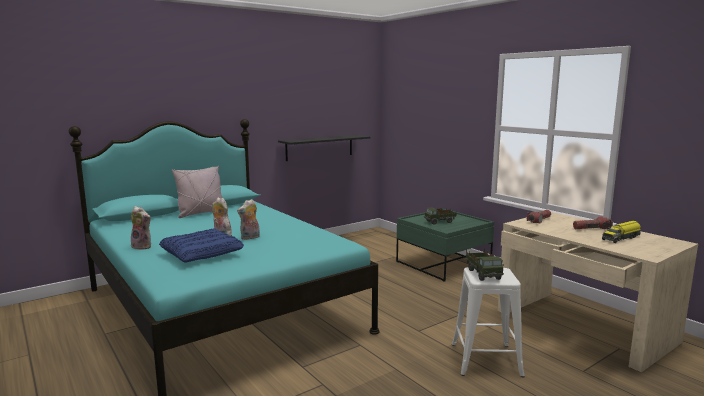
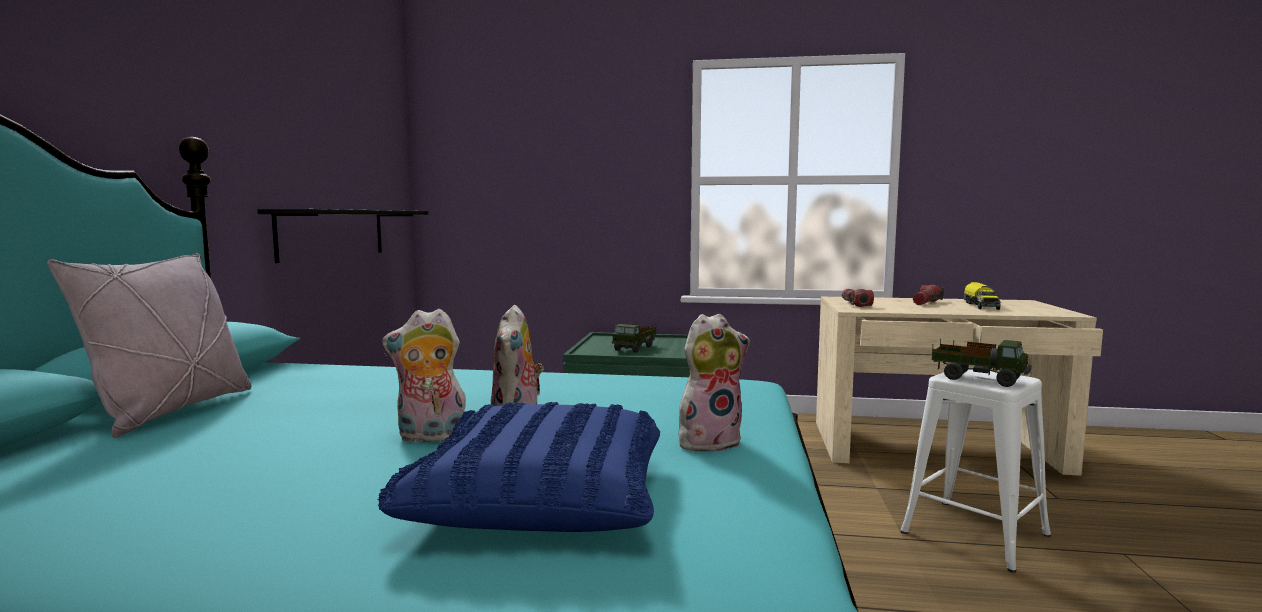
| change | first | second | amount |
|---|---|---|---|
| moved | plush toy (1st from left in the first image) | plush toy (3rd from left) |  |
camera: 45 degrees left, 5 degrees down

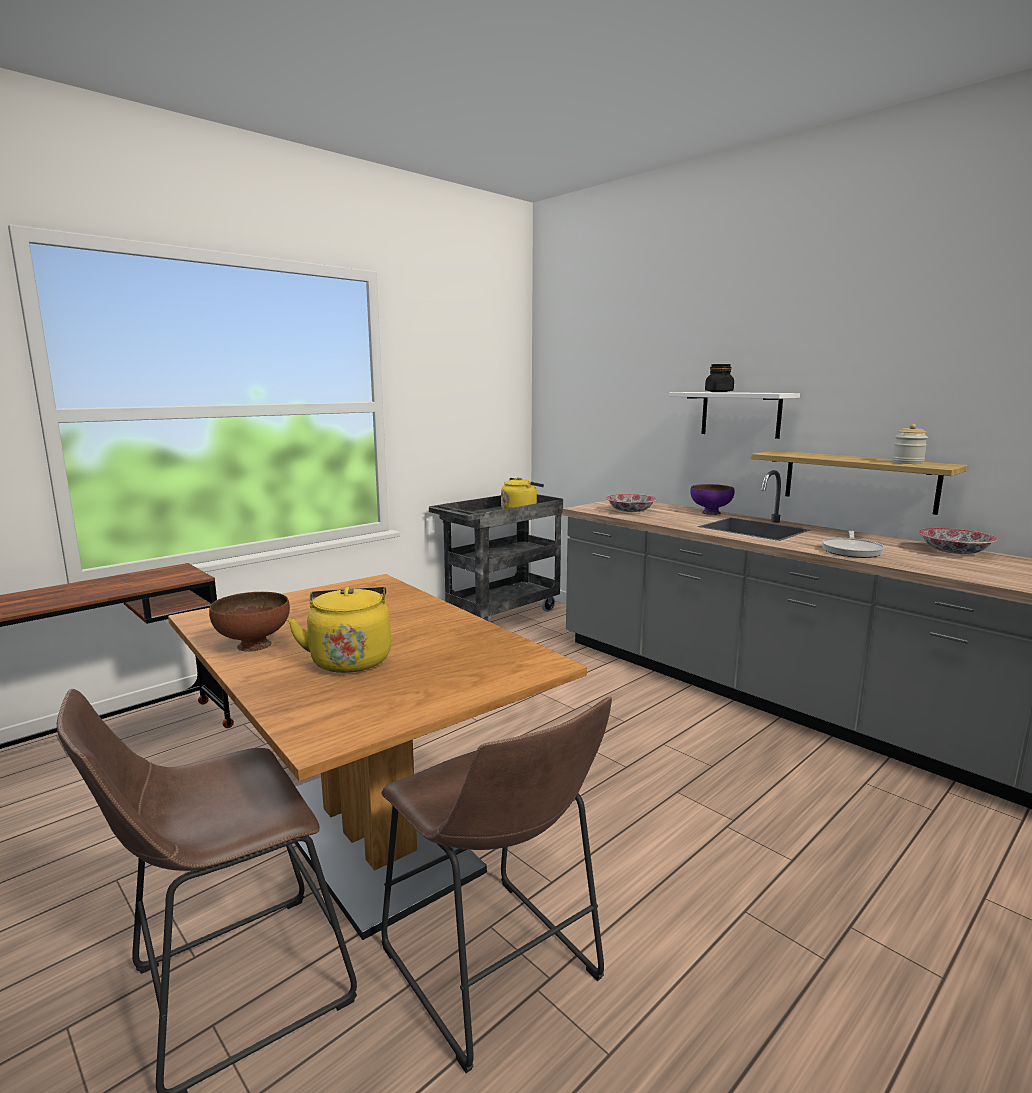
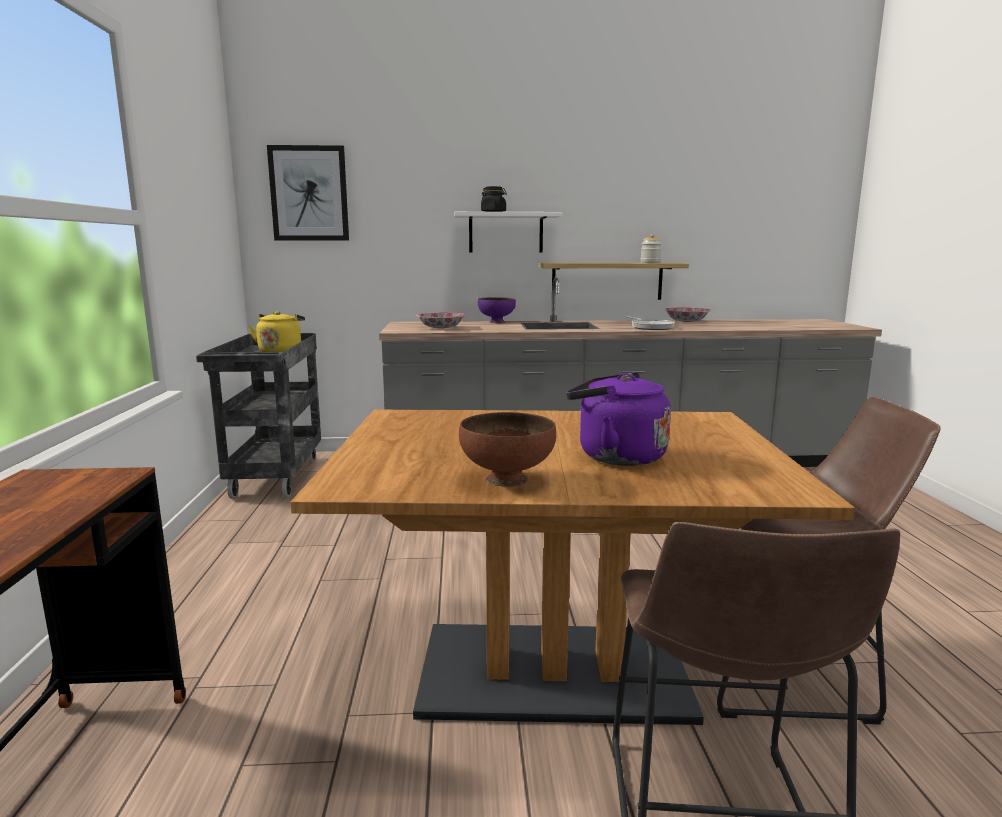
| change | first | second | amount |
|---|---|---|---|
| added |  | picture |  |
| recoloured | yellow kettle (1st from left) | purple kettle |  |
camera: 50 degrees left, 0 degrees up

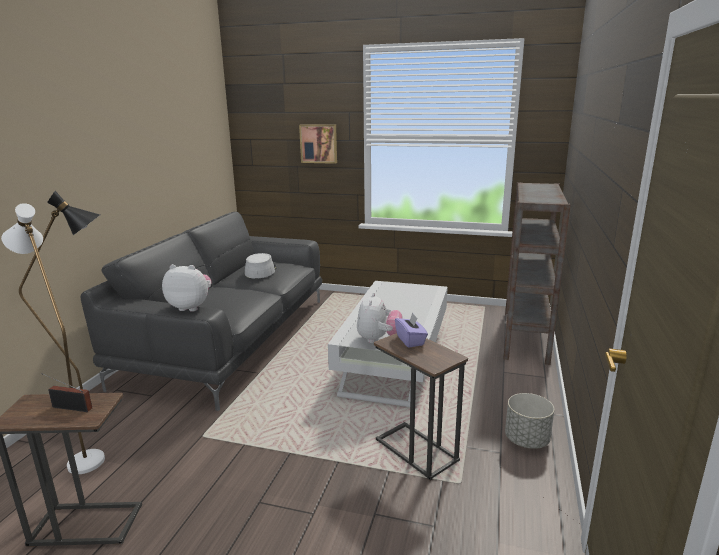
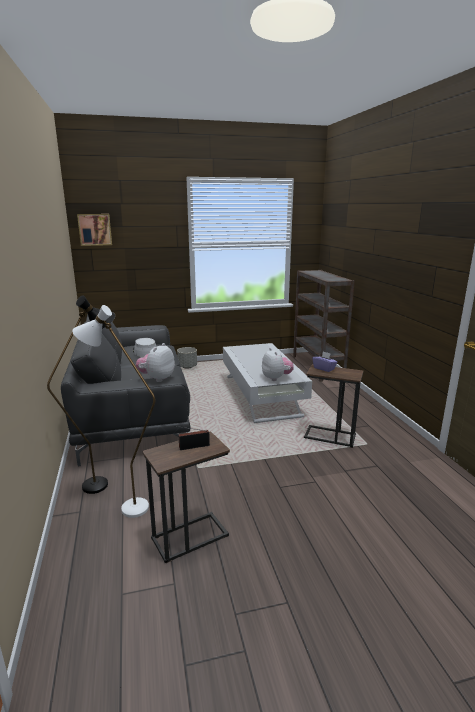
| change | first | second | amount |
|---|---|---|---|
| moved | picture |  |  |
| turned | plush toy (1st from left) |  | 45 degrees counterclockwise |
| moved | grey planter |  |  |
camera: 30 degrees left, 0 degrees up

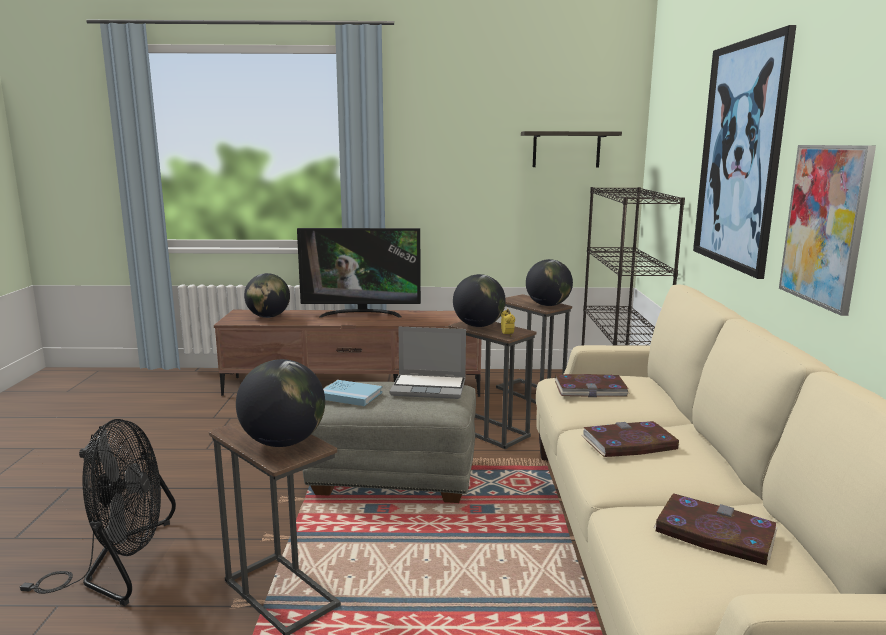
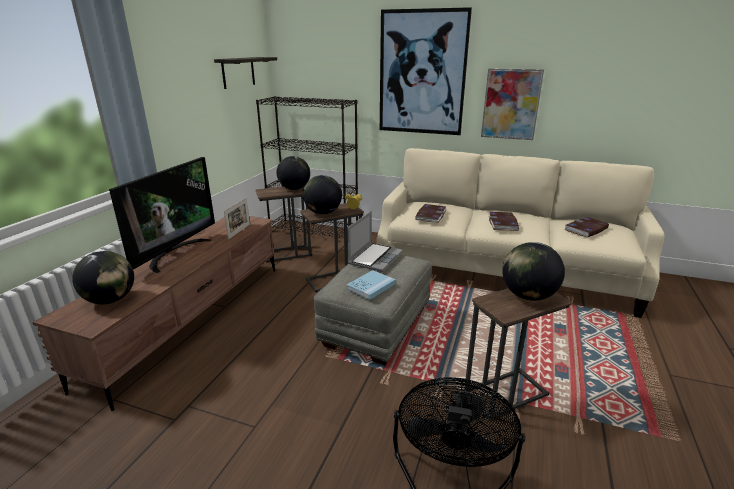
| change | first | second | amount |
|---|---|---|---|
| added |  | picture frame |  |
camera: 70 degrees left, 10 degrees up

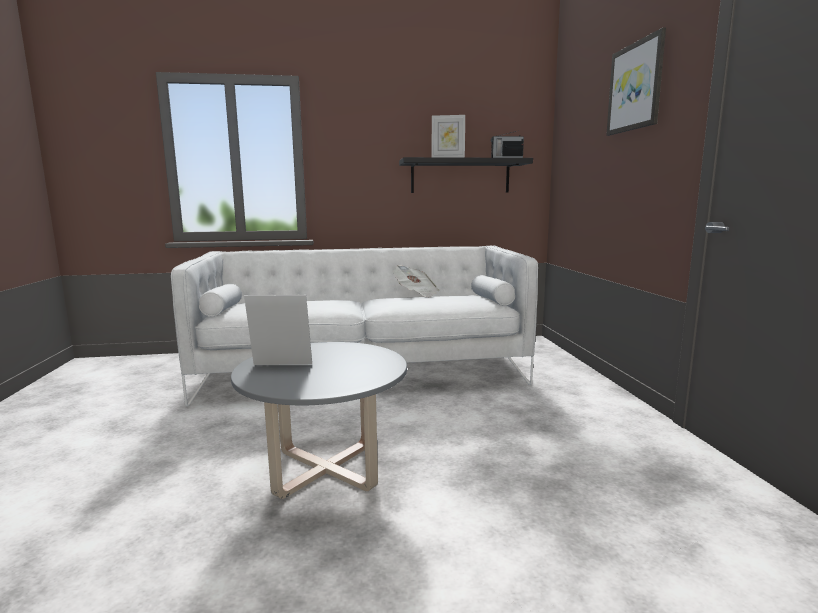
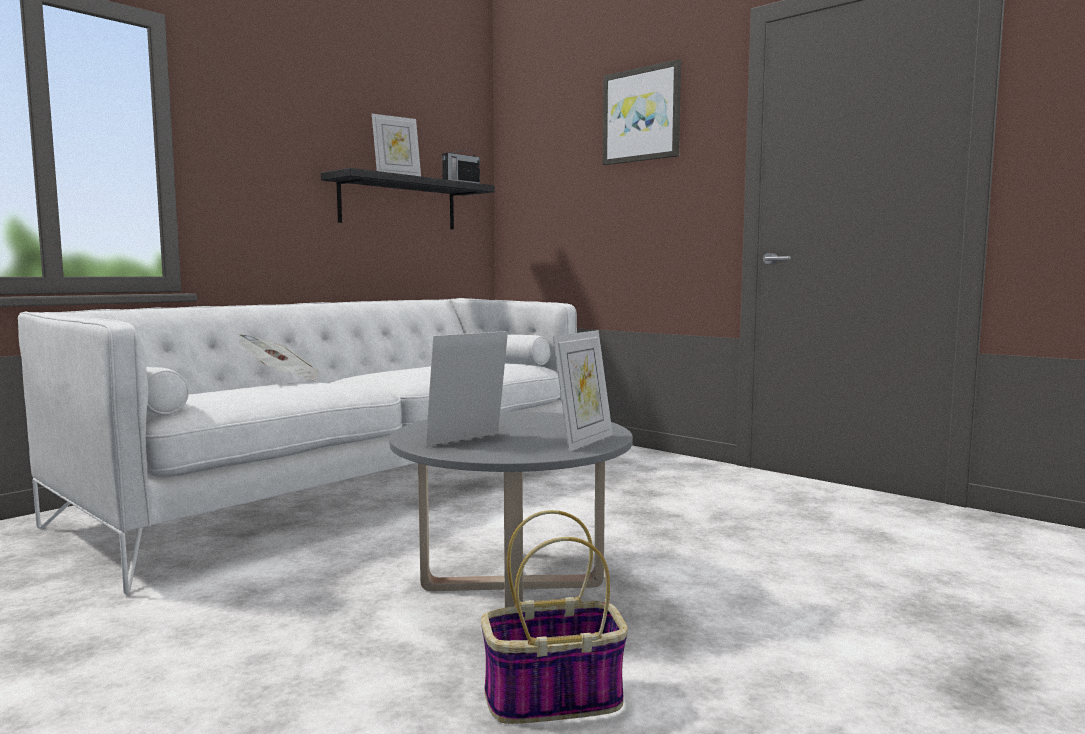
| change | first | second | amount |
|---|---|---|---|
| moved | newspaper |  |  |
| added |  | basket |  |
| added |  | picture frame (3rd from left) |  |
camera: 40 degrees left, 5 degrees down

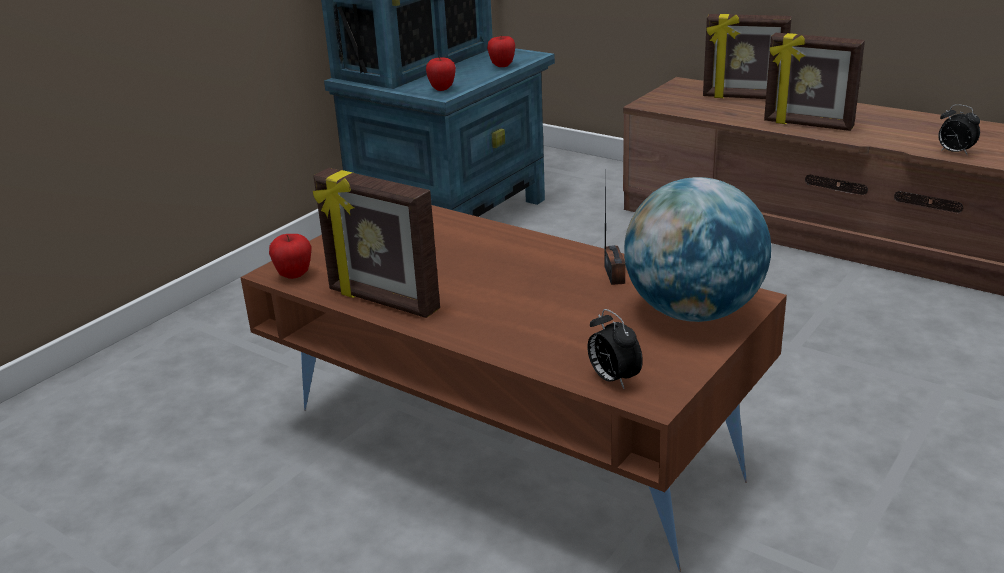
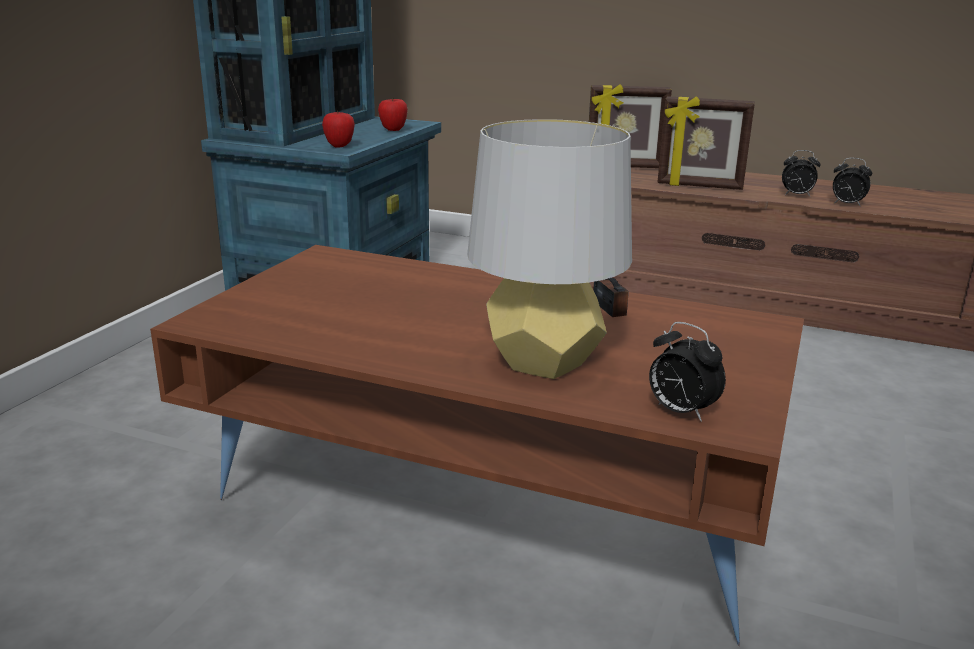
| change | first | second | amount |
|---|---|---|---|
| added |  | grey table lamp |  |
| added |  | alarm clock (2nd from left) |  |
| removed | apple (1st from left) |  |  |
| removed | picture frame (1st from left) |  |  |
| removed | globe |  |  |
camera: 15 degrees left, 5 degrees down

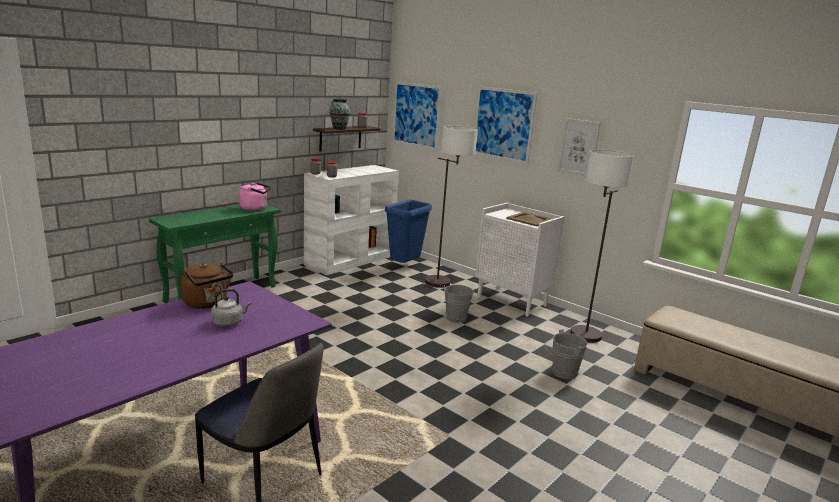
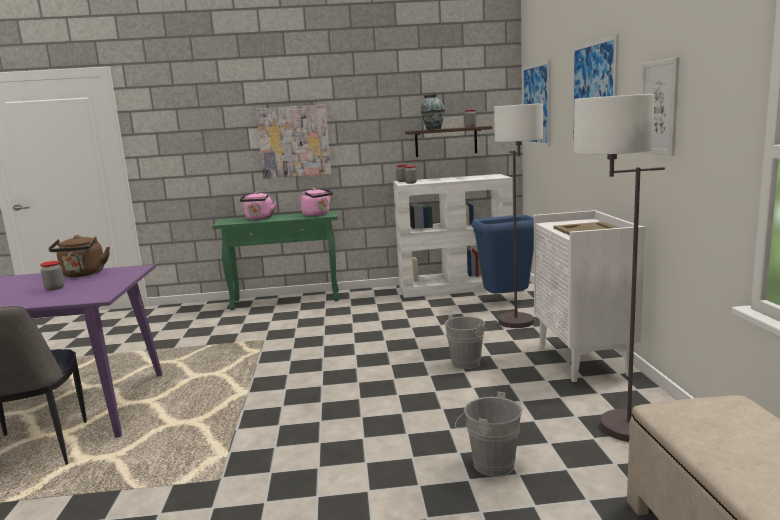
| change | first | second | amount |
|---|---|---|---|
| replaced | grey kettle | jar (1st from left) |  |
| added |  | pink kettle (1st from left) |  |
| added |  | picture (1st from left) |  |
camera: 45 degrees right, 5 degrees down

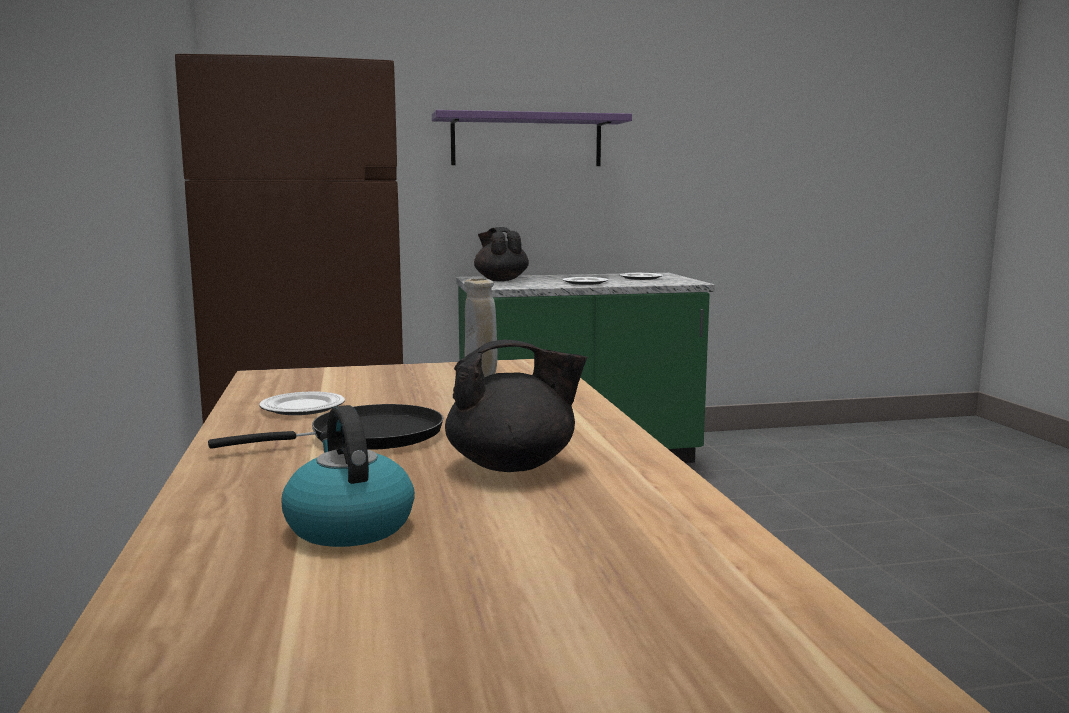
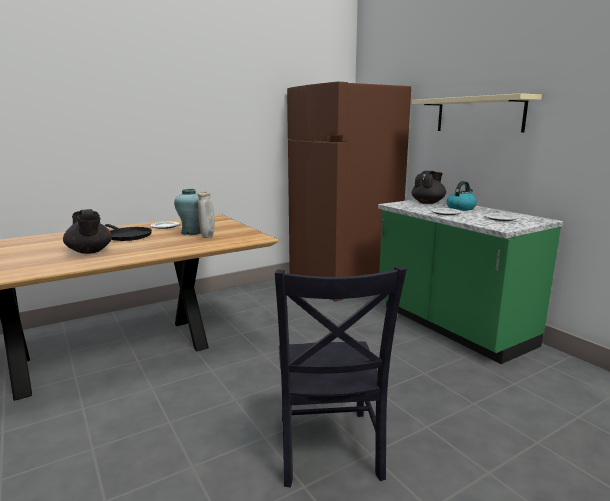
| change | first | second | amount |
|---|---|---|---|
| added |  | turquoise vase |  |
| added |  | black chair |  |
| recoloured | purple shelf | beige shelf |  |
| moved | kettle |  |  |
camera: 70 degrees right, 5 degrees up

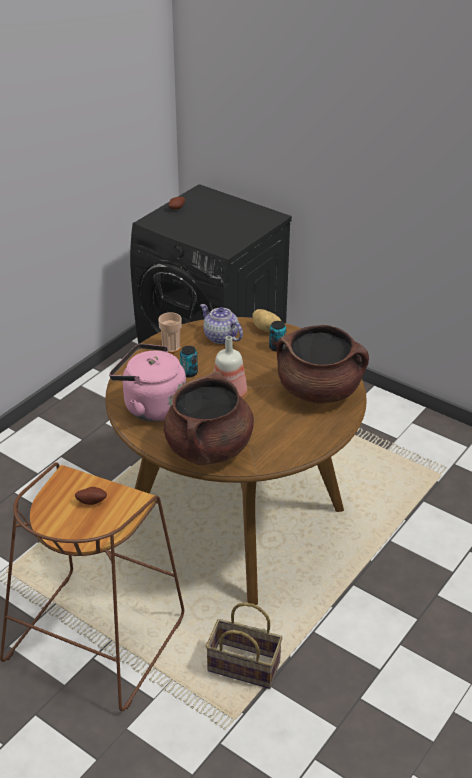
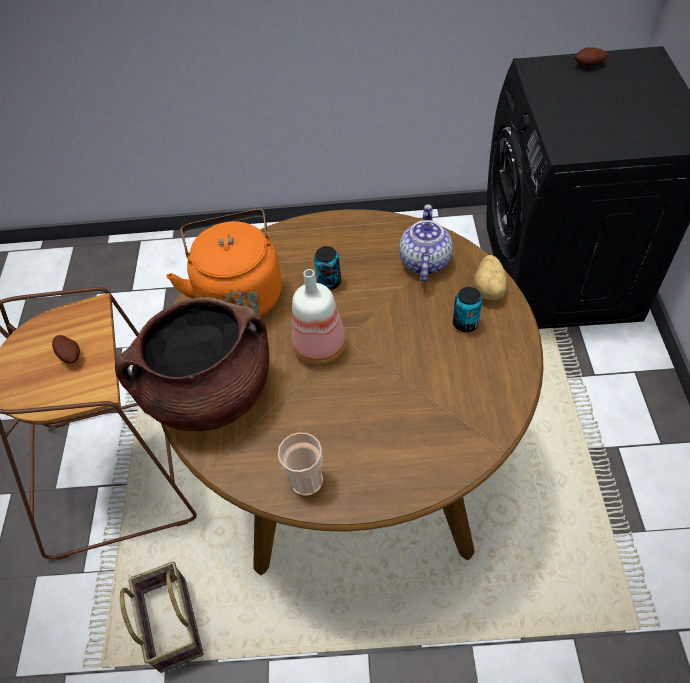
| change | first | second | amount |
|---|---|---|---|
| recoloured | pink kettle | orange kettle |  |
| moved | cup |  |  |
| removed | brown cooking pot (2nd from left) |  |  |
camera: 55 degrees right, 15 degrees up

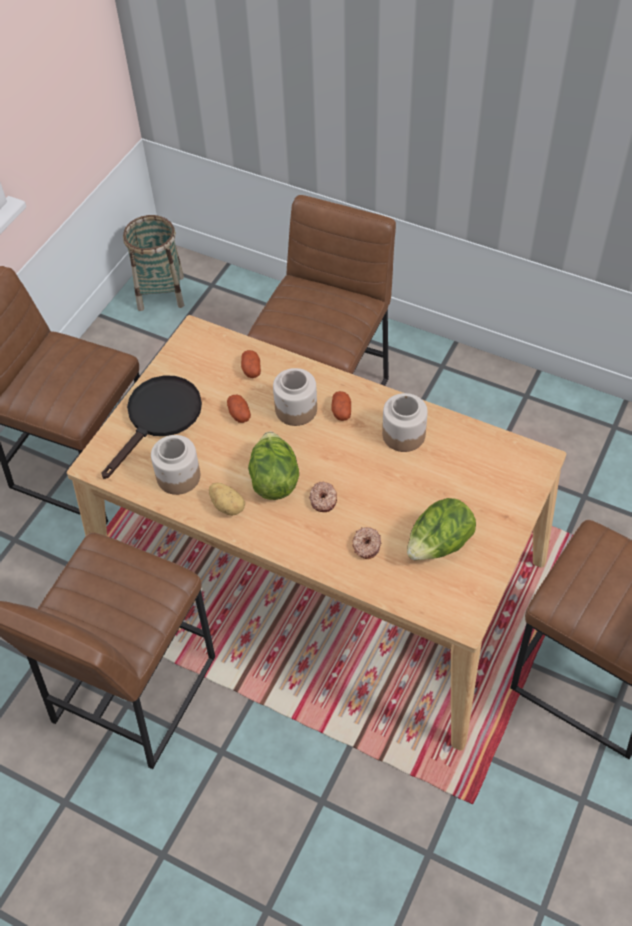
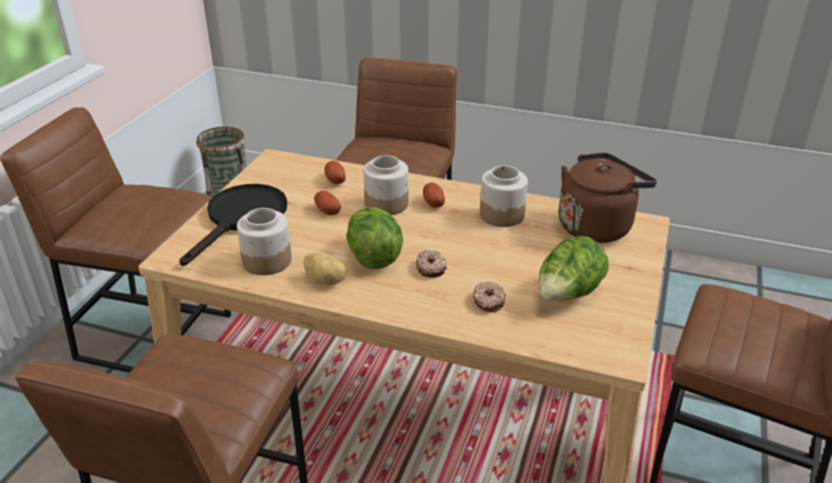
| change | first | second | amount |
|---|---|---|---|
| added |  | brown kettle |  |
camera: 10 degrees left, 20 degrees down

